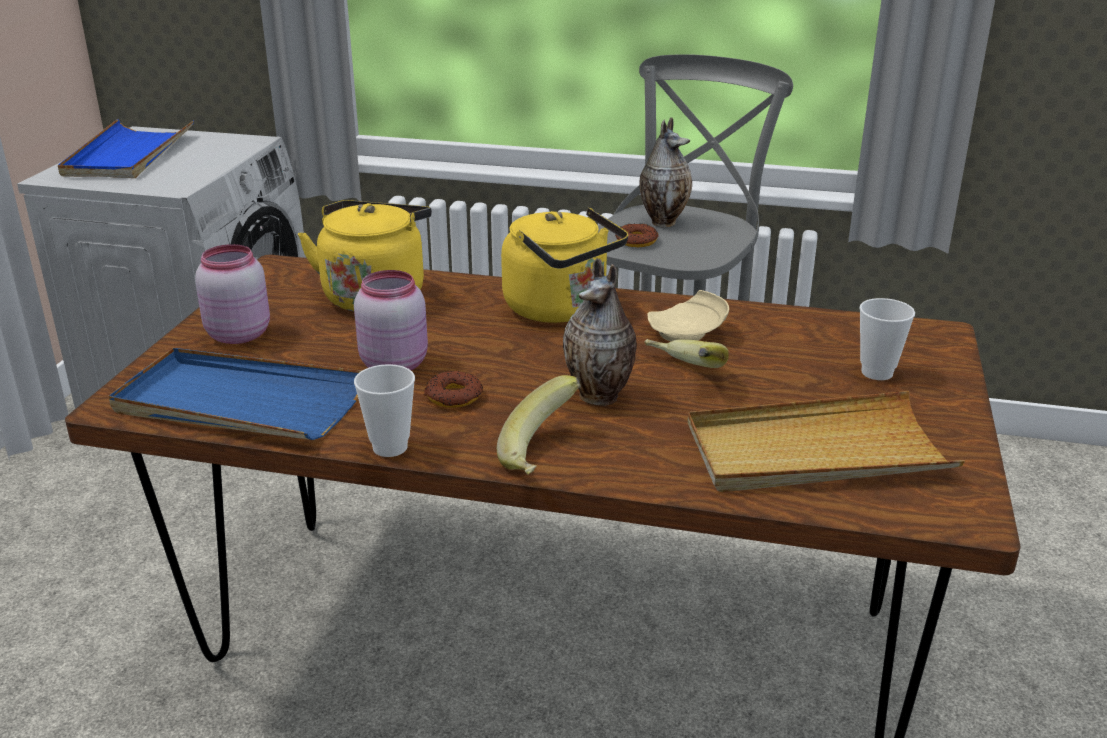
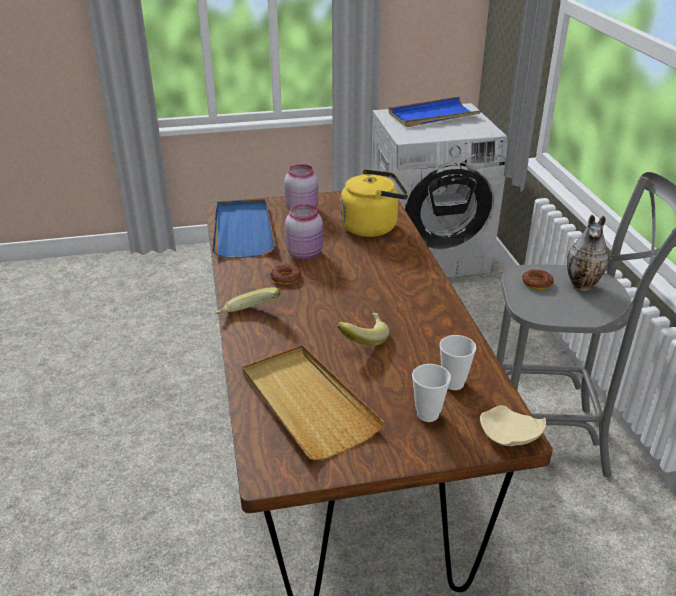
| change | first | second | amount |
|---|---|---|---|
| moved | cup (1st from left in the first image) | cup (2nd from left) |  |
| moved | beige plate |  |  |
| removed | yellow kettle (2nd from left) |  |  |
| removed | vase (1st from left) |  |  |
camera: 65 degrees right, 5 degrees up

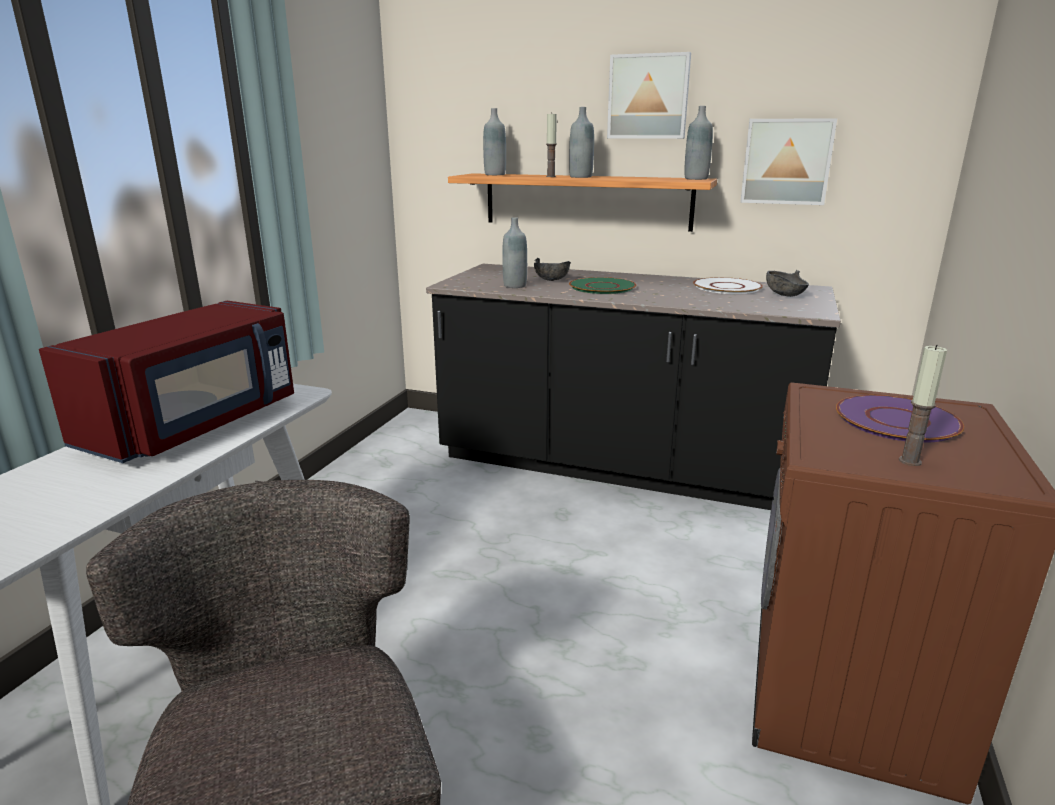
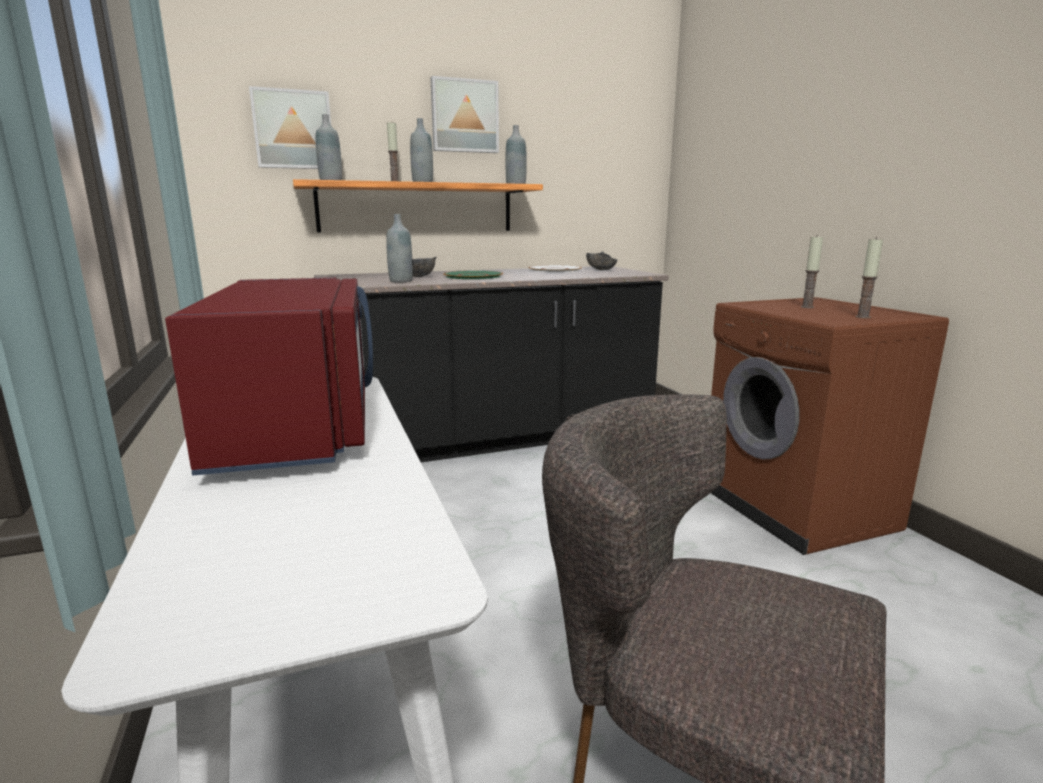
| change | first | second | amount |
|---|---|---|---|
| moved | picture (2nd from left in the first image) | picture (1st from left) |  |
| replaced | purple plate | candle (2nd from left) |  |
camera: 40 degrees left, 5 degrees down

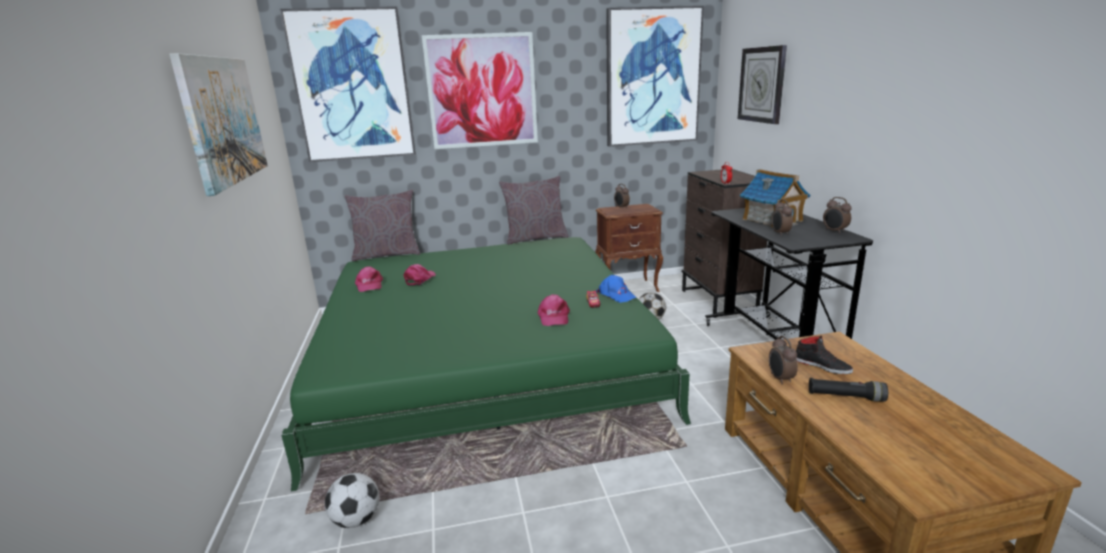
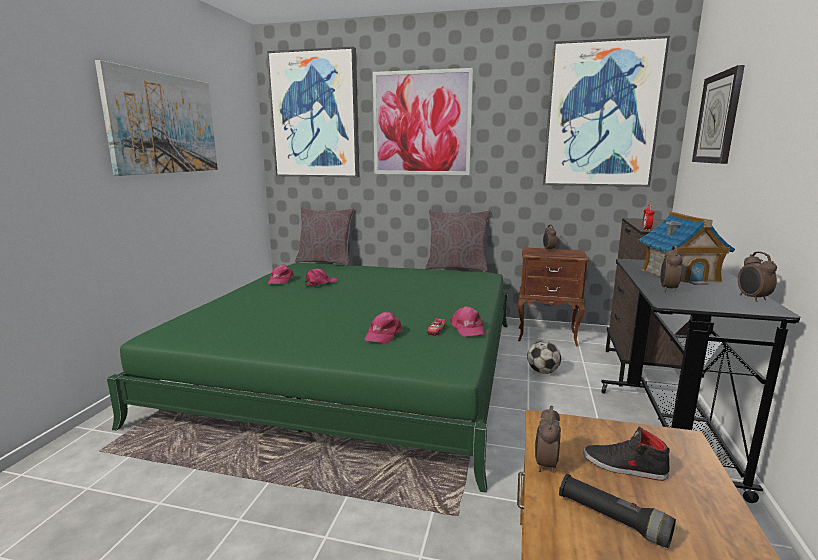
| change | first | second | amount |
|---|---|---|---|
| recoloured | blue cap | pink cap (4th from left) |  |
| turned | black shoe |  | 135 degrees clockwise |
| removed | football (1st from left) |  |  |
camera: 25 degrees right, 5 degrees down

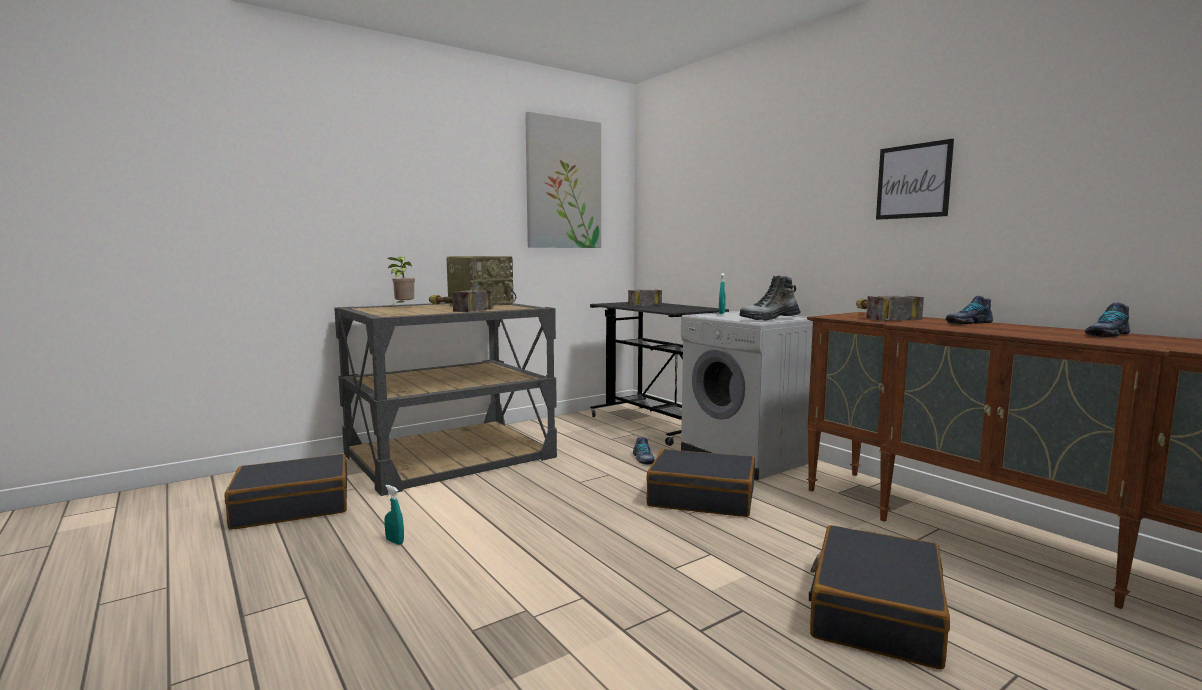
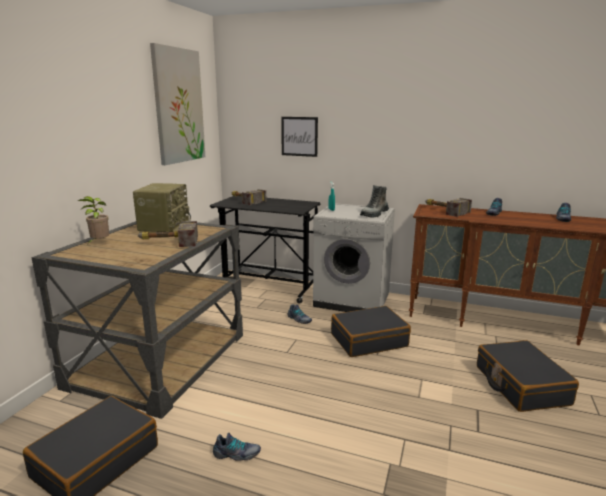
| change | first | second | amount |
|---|---|---|---|
| replaced | turquoise spray bottle (1st from left) | shoe (1st from left) |  |
| moved | picture (2nd from left) |  |  |
camera: 35 degrees left, 10 degrees up

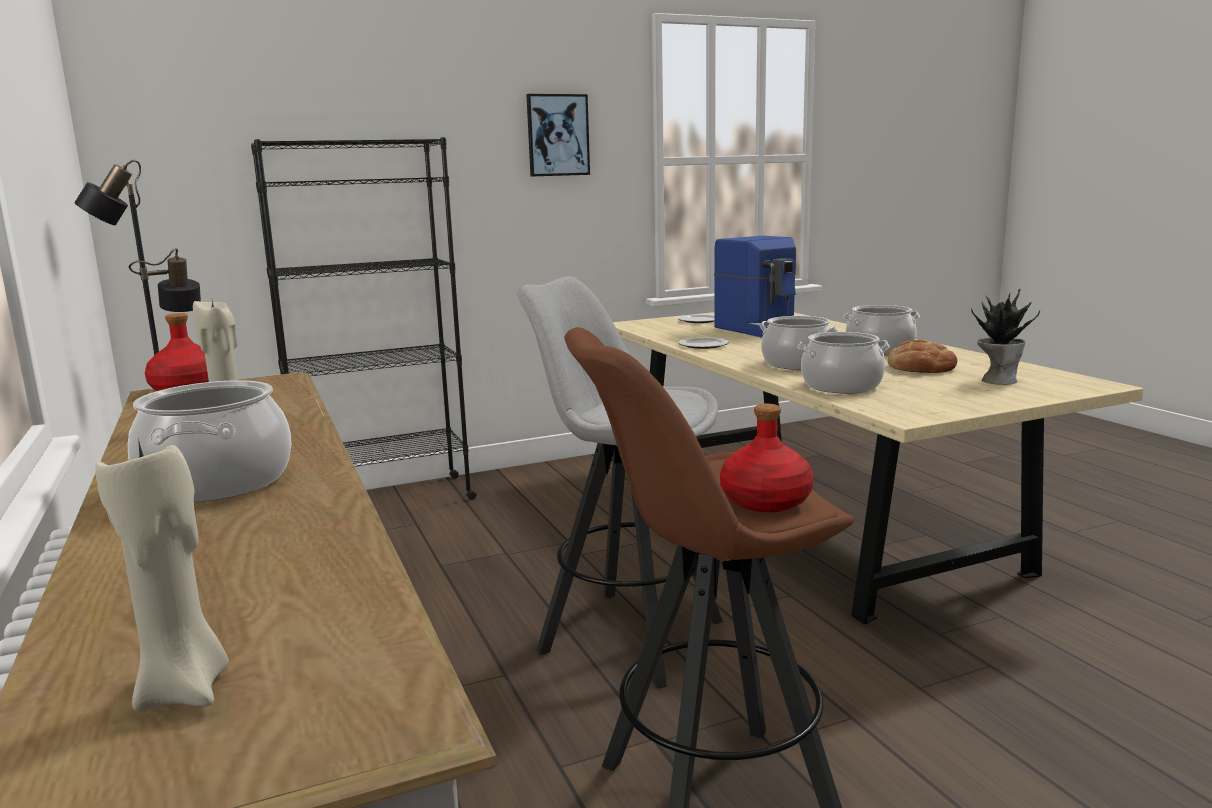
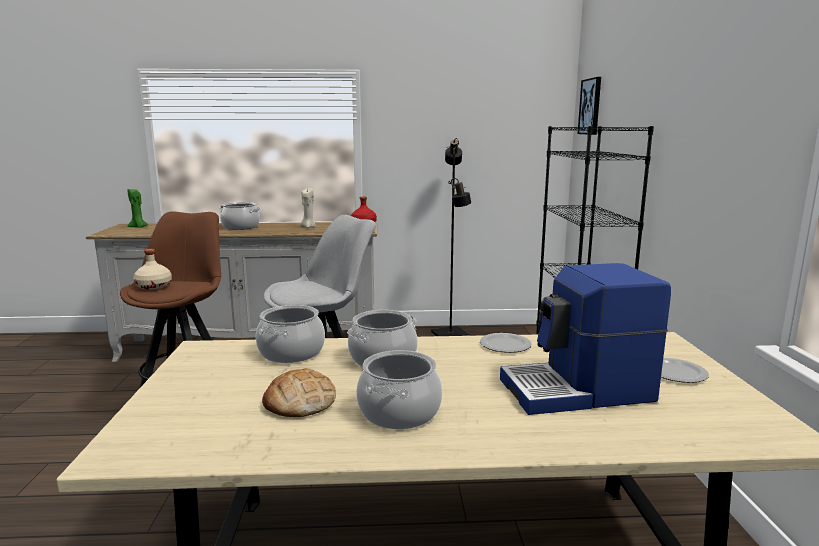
| change | first | second | amount |
|---|---|---|---|
| recoloured | beige candle (1st from left) | green candle |  |
| recoloured | red bottle (2nd from left) | beige bottle |  |
| moved | picture |  |  |
| removed | potted plant |  |  |
camera: 110 degrees right, 0 degrees up

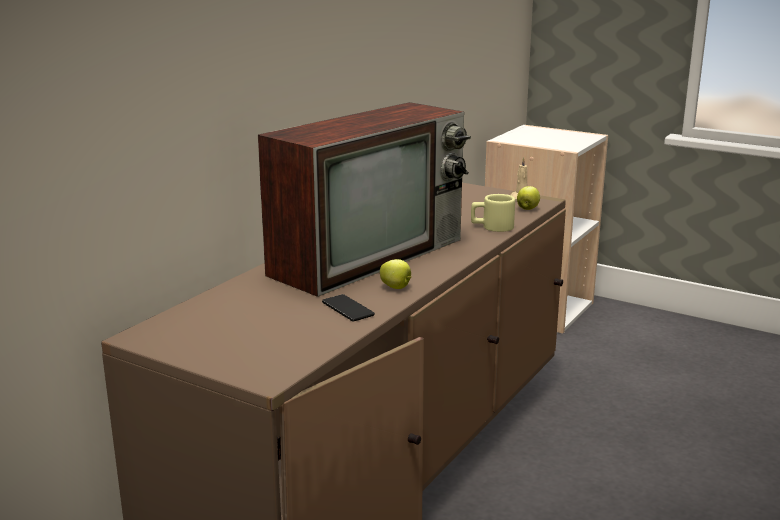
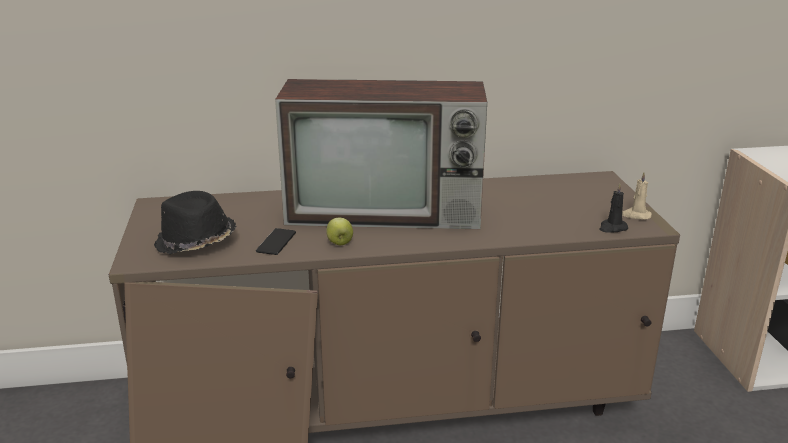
| change | first | second | amount |
|---|---|---|---|
| added |  | black hat |  |
| replaced | apple (2nd from left) | black candle |  |
| removed | beige mug |  |  |
camera: 50 degrees right, 5 degrees up

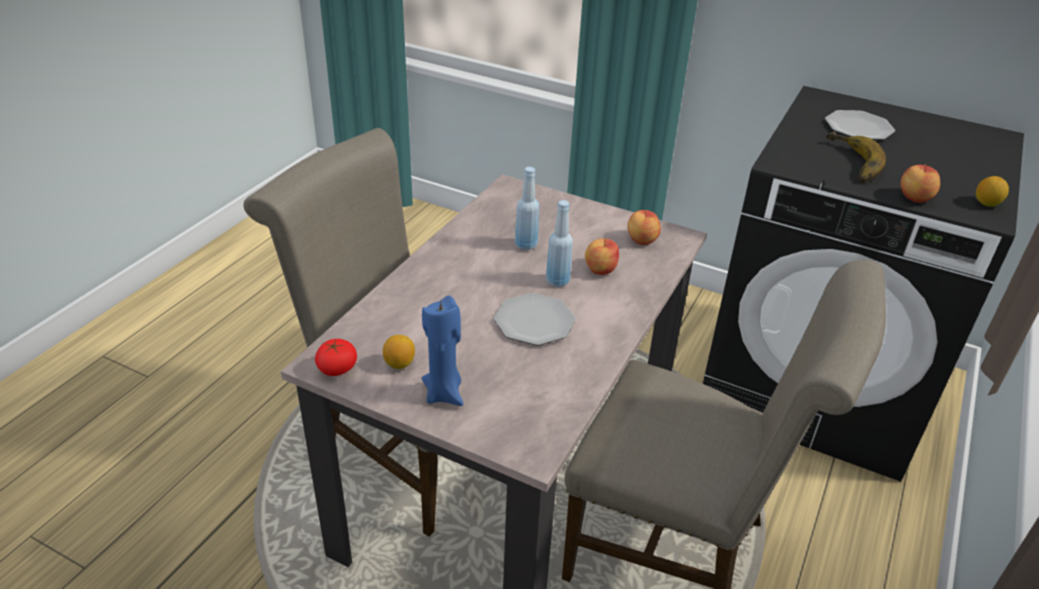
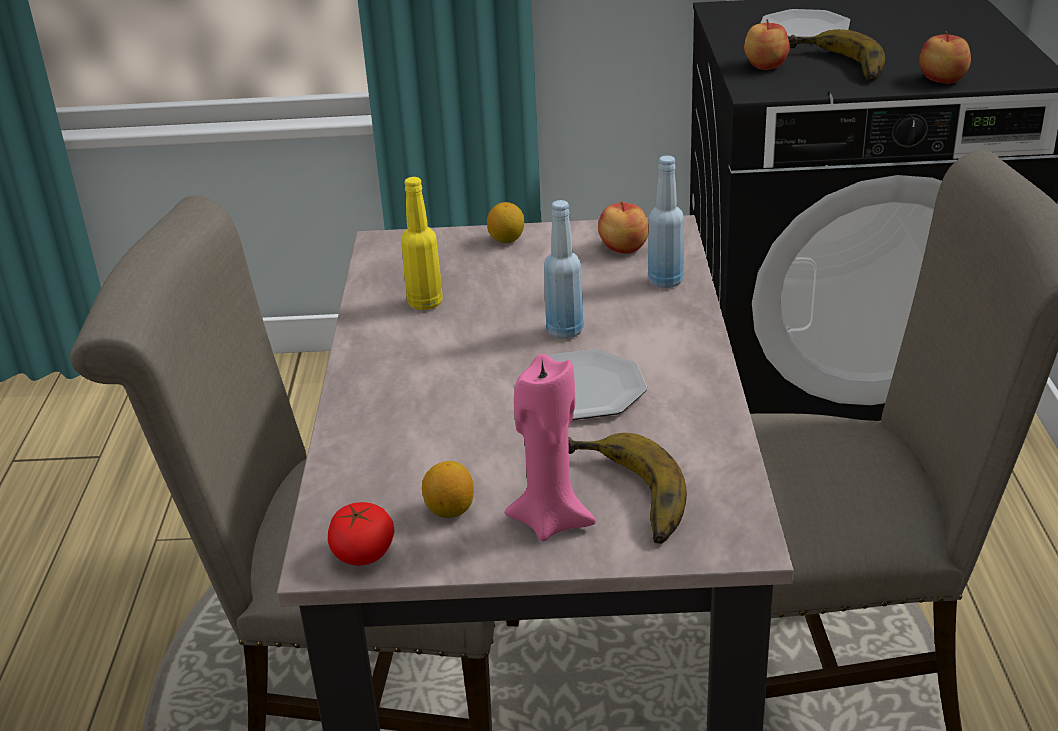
| change | first | second | amount |
|---|---|---|---|
| added |  | yellow bottle |  |
| moved | lemon (2nd from left) |  |  |
| recoloured | blue candle | pink candle |  |
| added |  | banana (1st from left) |  |
| moved | blue bottle (1st from left in the first image) | blue bottle (2nd from left) |  |
| moved | apple (1st from left in the first image) | apple (2nd from left) |  |
camera: 25 degrees left, 5 degrees down

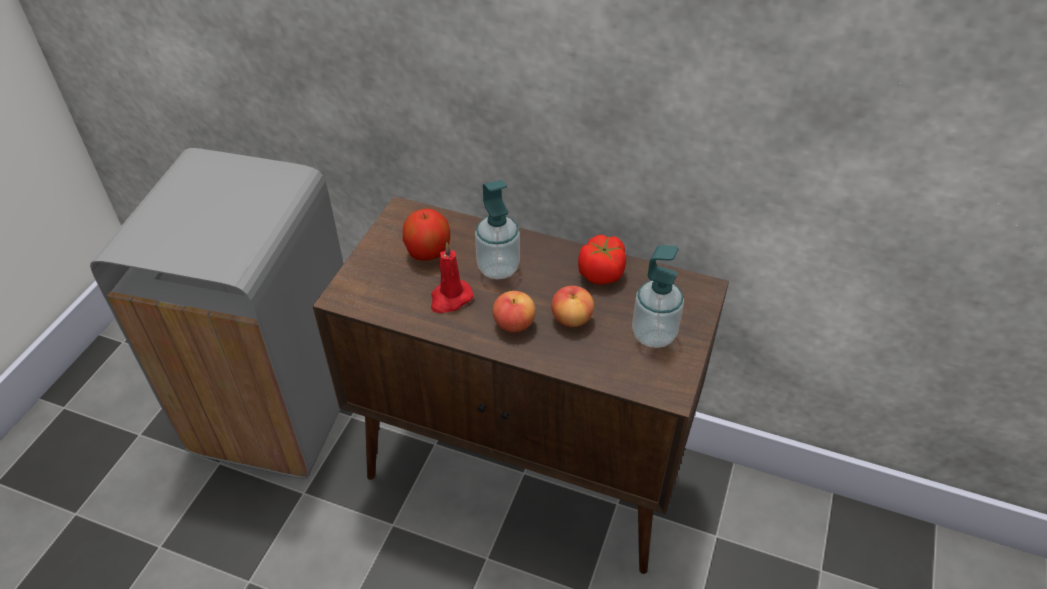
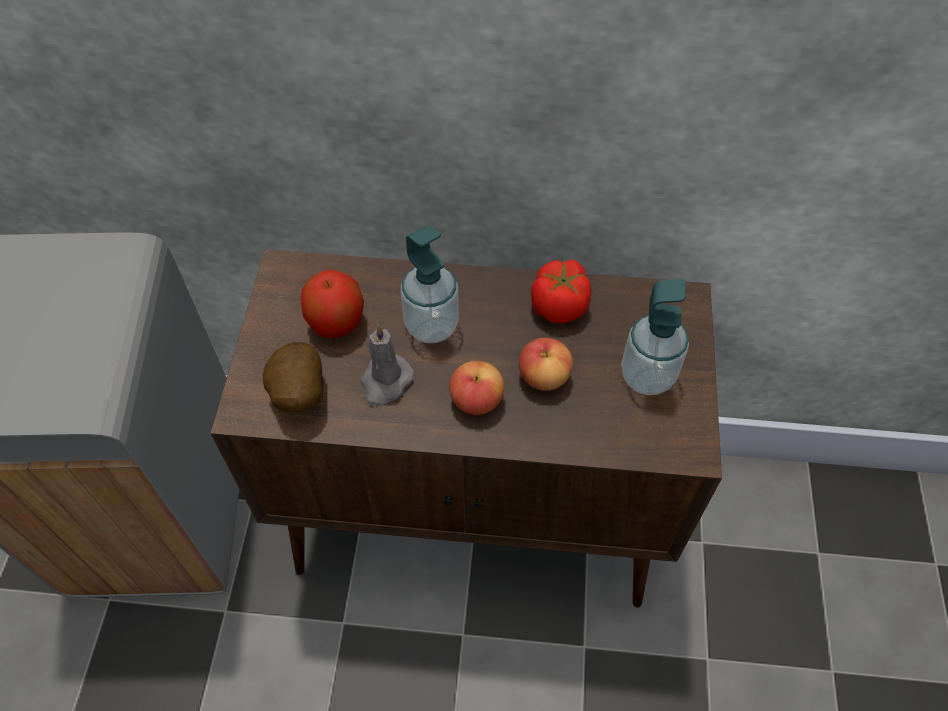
| change | first | second | amount |
|---|---|---|---|
| added |  | potato |  |
| recoloured | red candle | grey candle |  |
camera: 15 degrees left, 10 degrees up

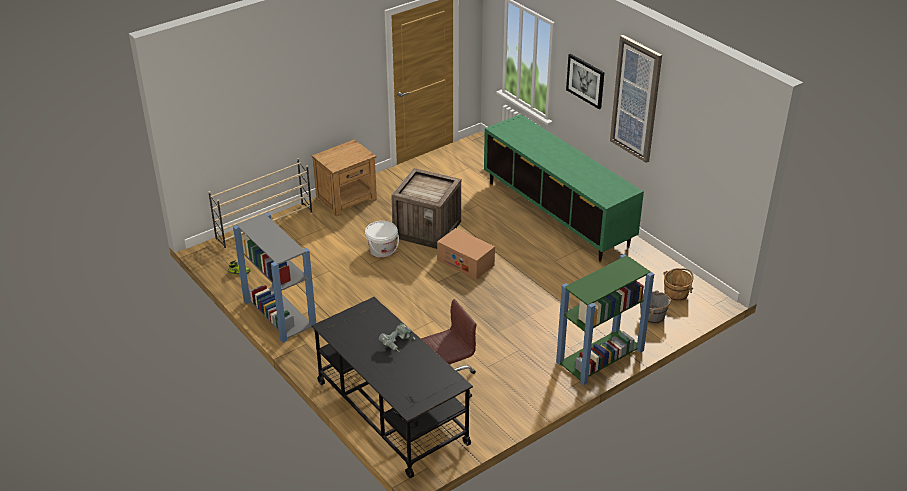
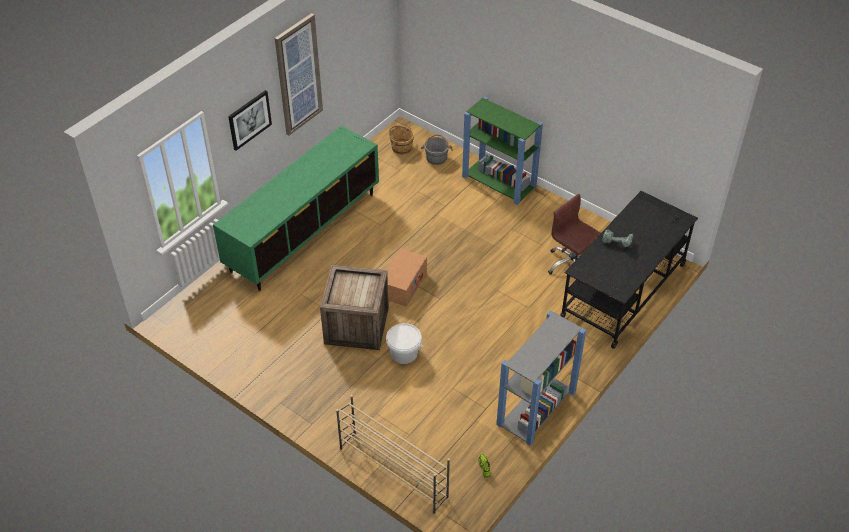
| change | first | second | amount |
|---|---|---|---|
| removed | brown nightstand |  |  |
camera: 105 degrees left, 10 degrees up

